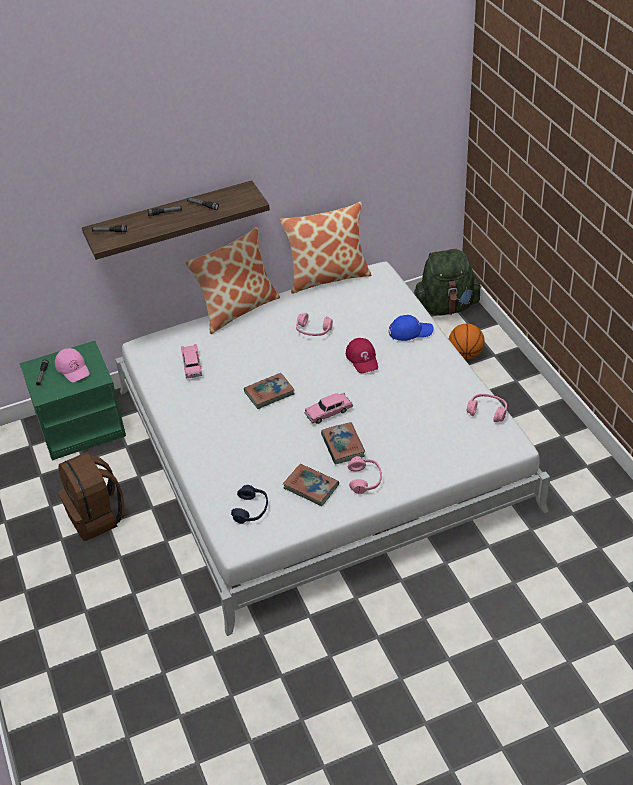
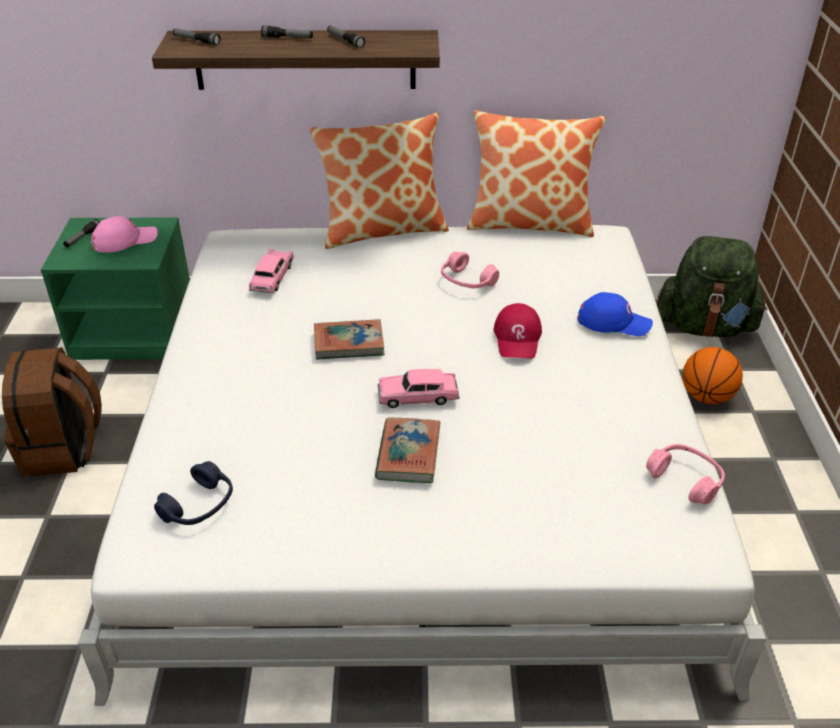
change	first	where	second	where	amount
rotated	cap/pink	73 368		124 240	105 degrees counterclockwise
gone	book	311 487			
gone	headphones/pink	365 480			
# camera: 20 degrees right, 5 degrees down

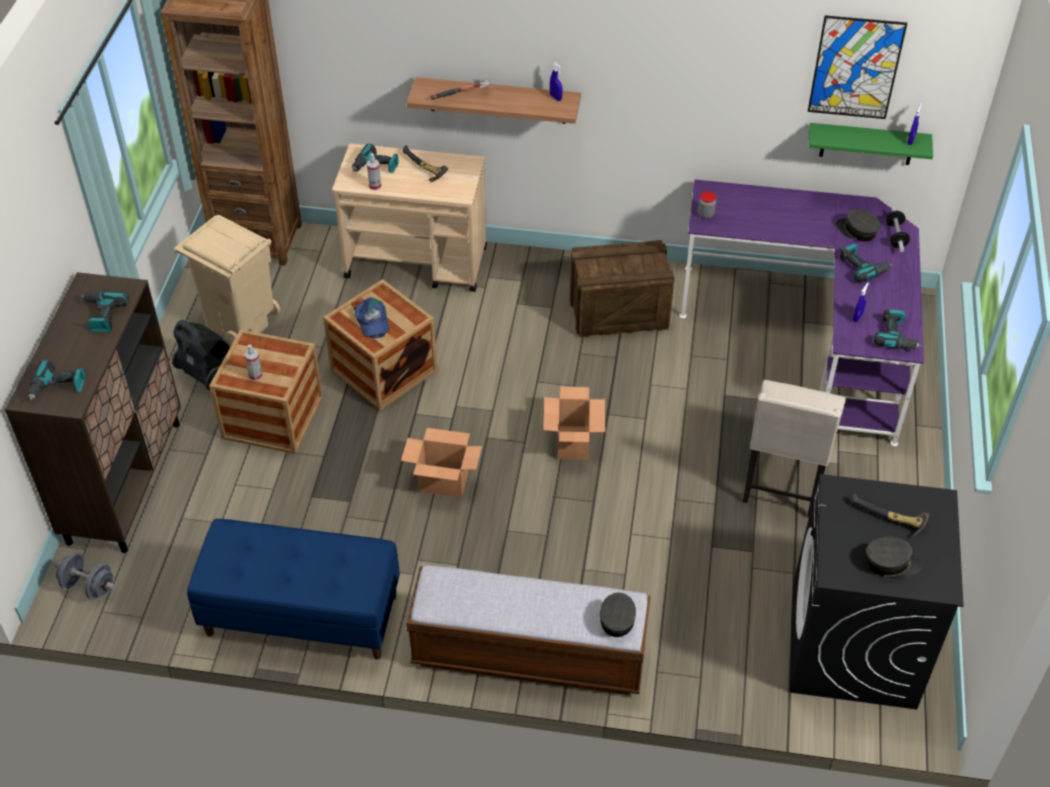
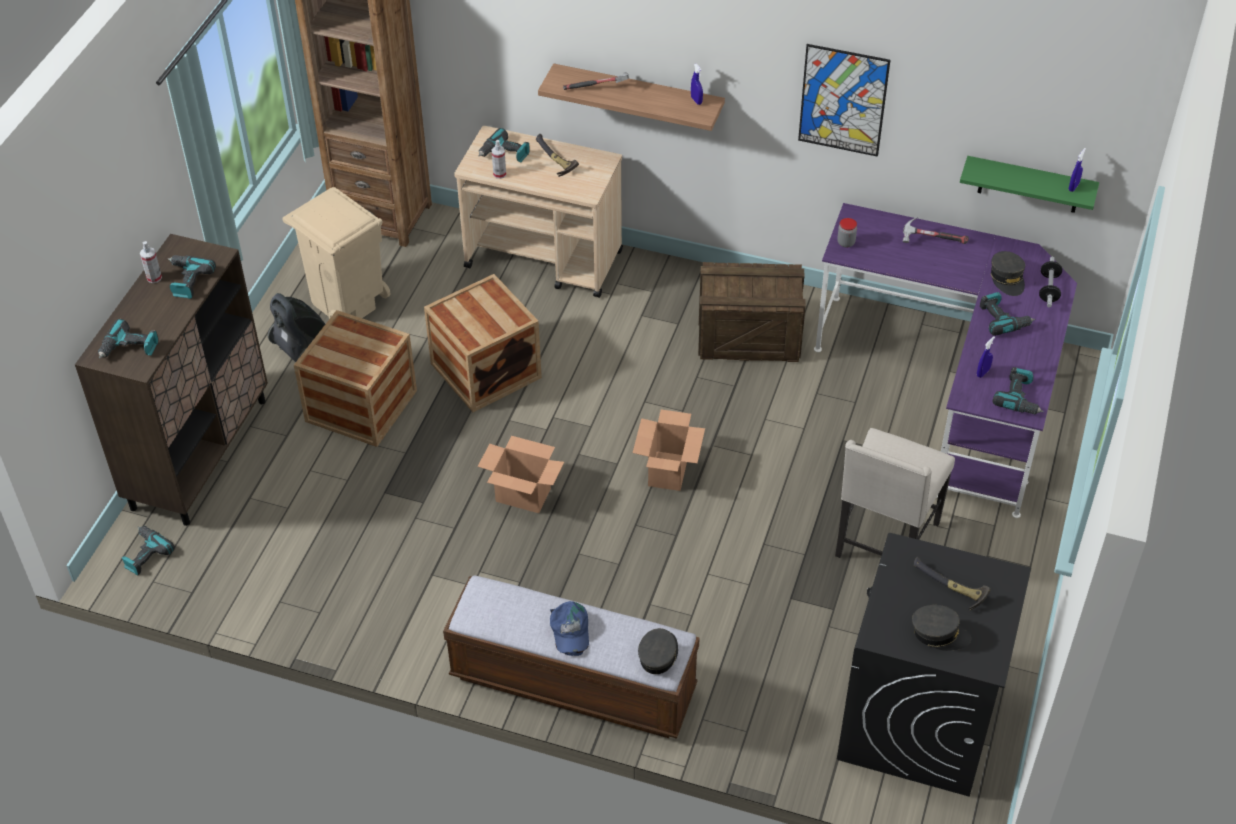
change	first	where	second	where	amount
swapped	dumbbell/grey	88 586	power drill	144 554	
shifted	spray bottle	255 375		154 278	
shifted	cap/blue	372 321		569 631	
shifted	picture	855 67		843 100	
new			hammer	932 240	
rotated	cap/grey	857 231		1007 278	150 degrees counterclockwise
gone	bench/blue	301 615			
# camera: 10 degrees right, 0 degrees up

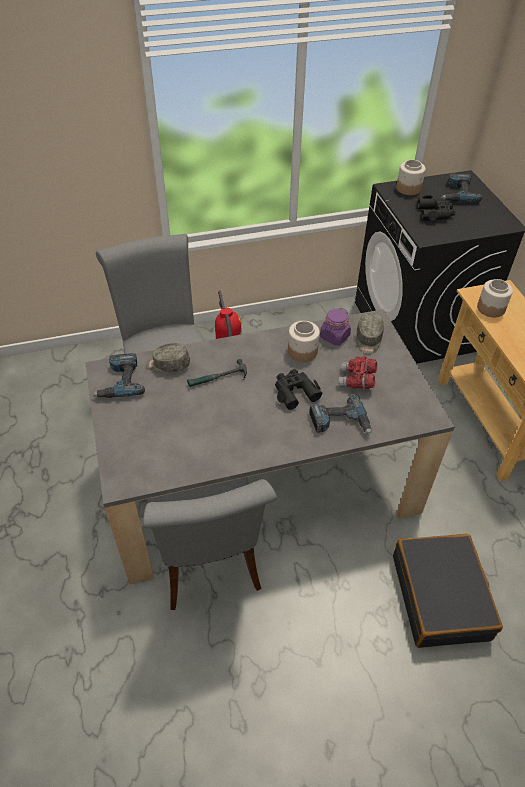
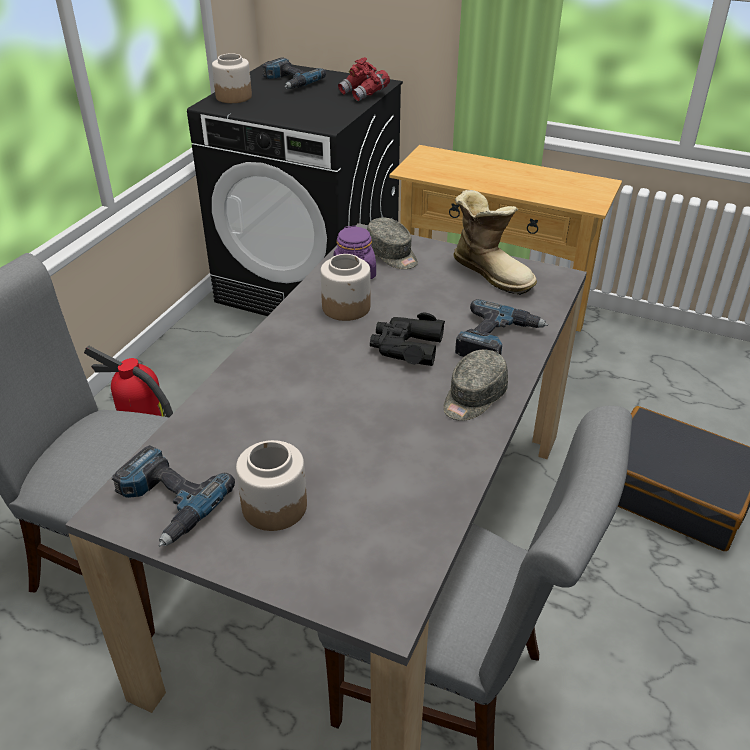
change	first	where	second	where	amount
shifted	jar	491 308		274 506	
shifted	binoculars/red	357 381		364 94	
shifted	cap/grey	168 365		473 398	
new			boot	492 272	
gone	hammer	218 378			
gone	binoculars/black	435 213			
# camera: 50 degrees left, 10 degrees down

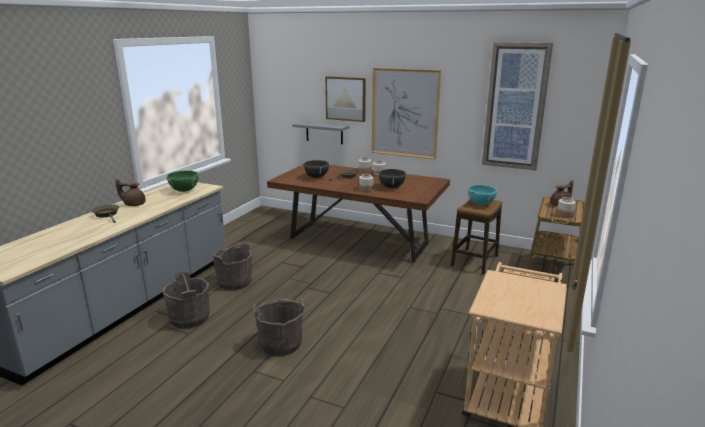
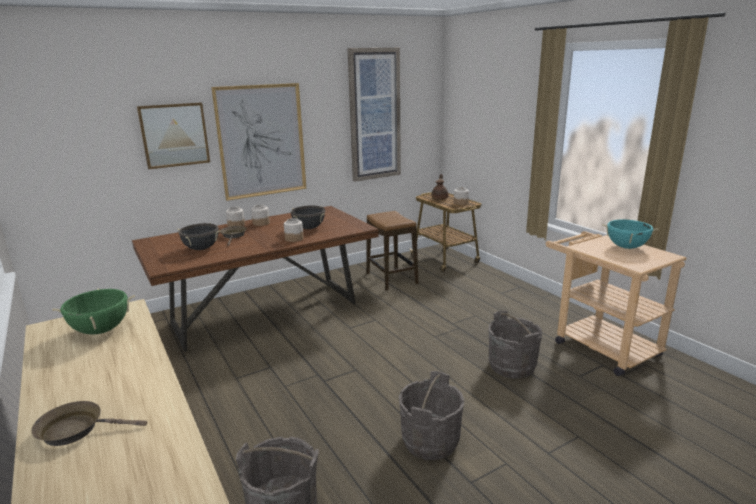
change	first	where	second	where	amount
shifted	bucket/grey	234 282		511 366	
shifted	cooking pot/turquoise	481 204		626 247	
gone	teapot/brown	134 204			
gone	shelf/grey	324 132			
# camera: 55 degrees left, 0 degrees up

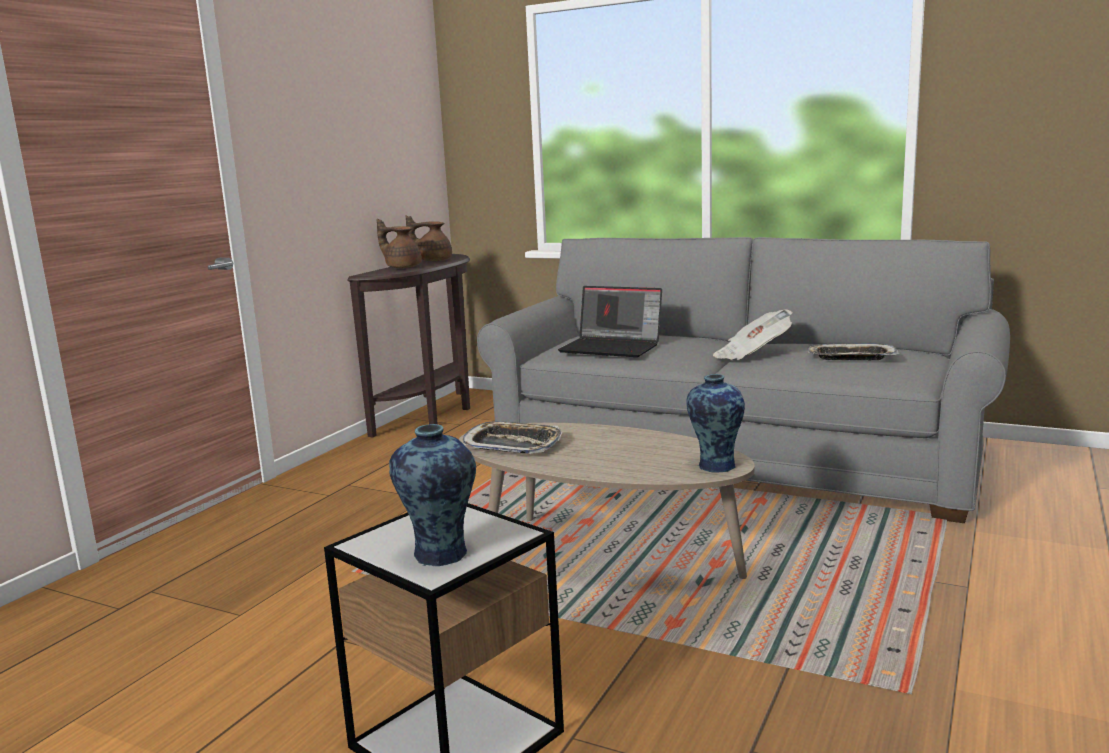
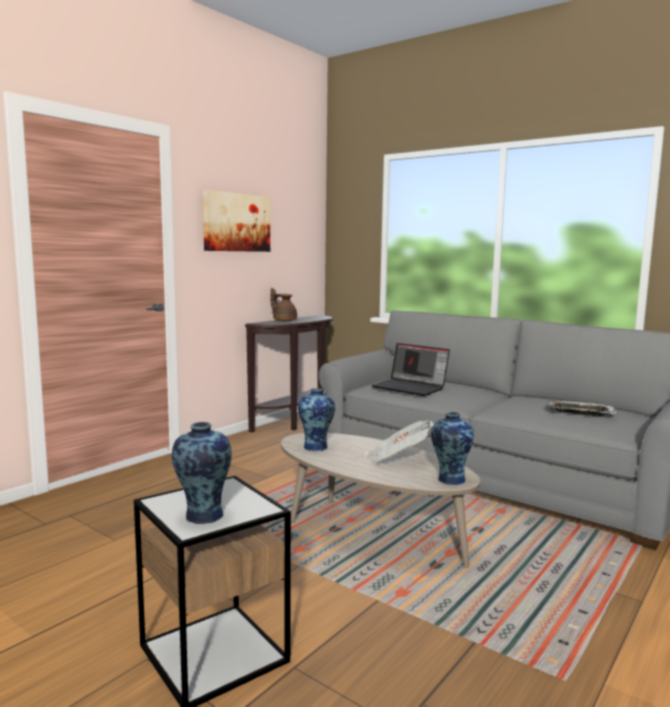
change	first	where	second	where	amount
new			picture	236 222	
swapped	tray	512 445	vase	316 447	
shifted	newspaper	752 355		396 458	
gone	teapot/brown	433 260			
# camera: 10 degrees right, 5 degrees down

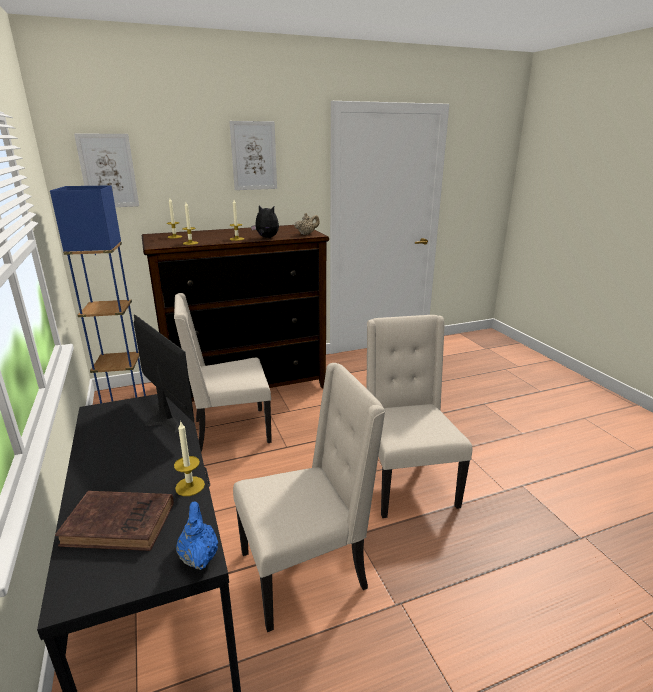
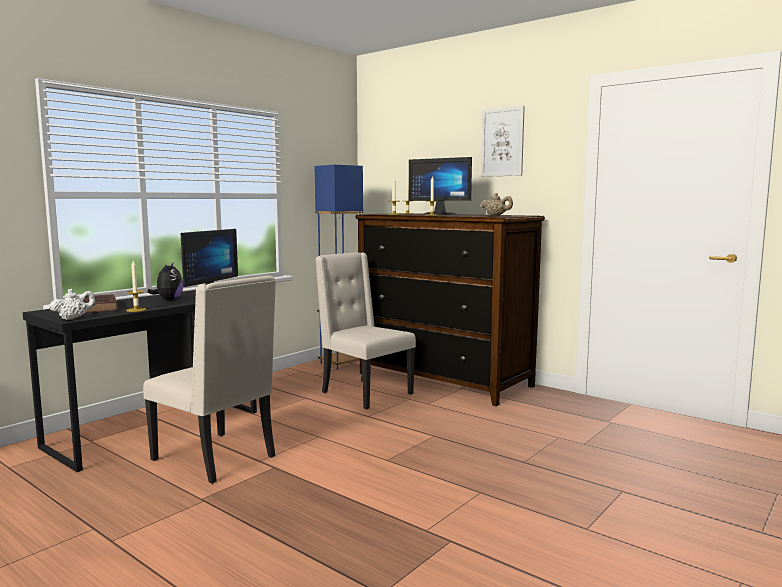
change	first	where	second	where	amount
repainted	teapot/blue	199 556	teapot/white	73 318	
shifted	plush toy	266 238		168 300	
new			monitor	442 214	
gone	picture	108 171			
gone	chair/beige	406 483			
# camera: 60 degrees right, 15 degrees down

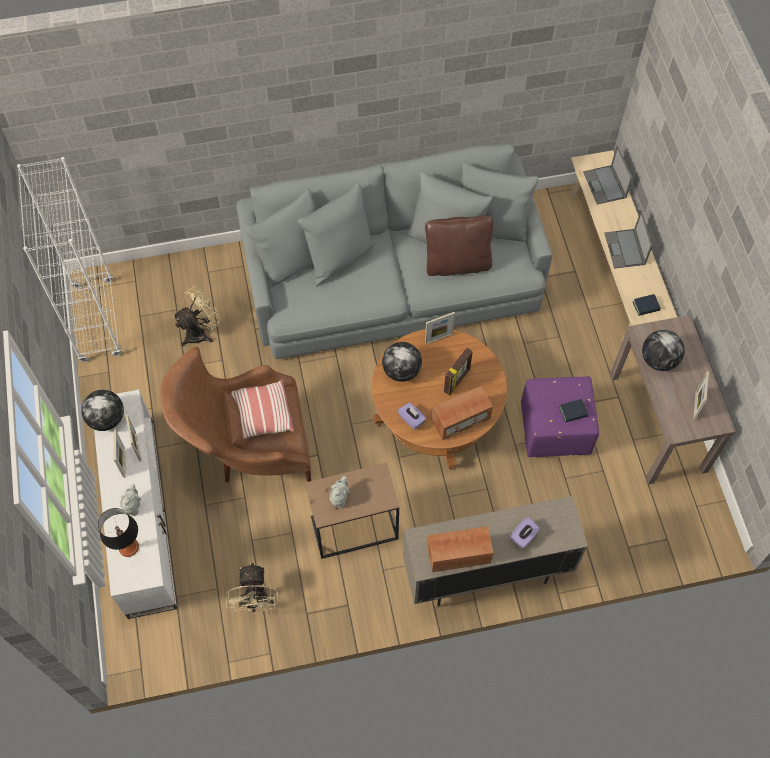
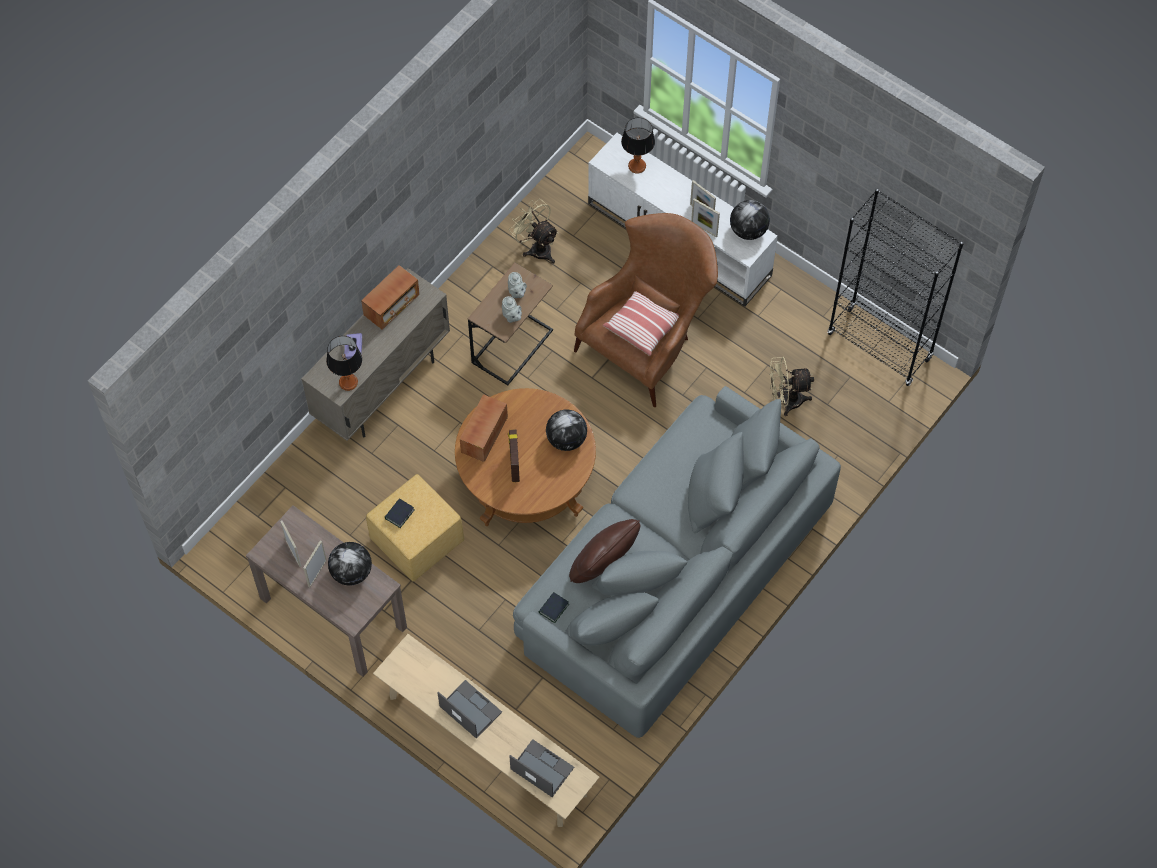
change	first	where	second	where	amount
shifted	picture frame	438 338		317 573	
new			table lamp	348 382	
repainted	ottoman/purple	554 430	ottoman/yellow	416 539	
shifted	teapot/grey	133 506		511 317	
shifted	book	646 306		553 608	
rotated	fan/beige	200 332		786 401	75 degrees clockwise
repainted	bookcase/white	97 320	bookcase/black	879 346	
gone	tissue box/purple	412 419			
# camera: 140 degrees right, 0 degrees up

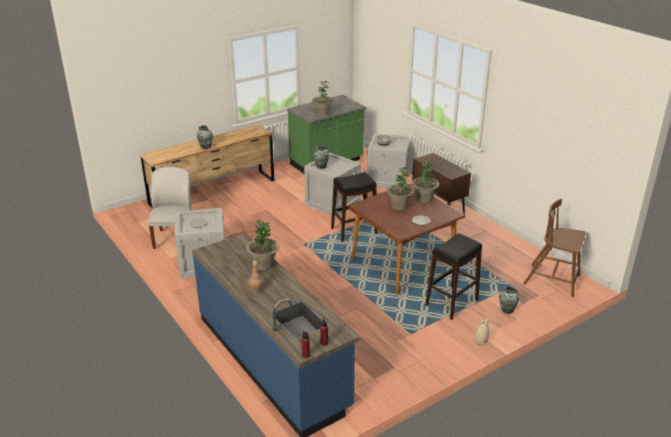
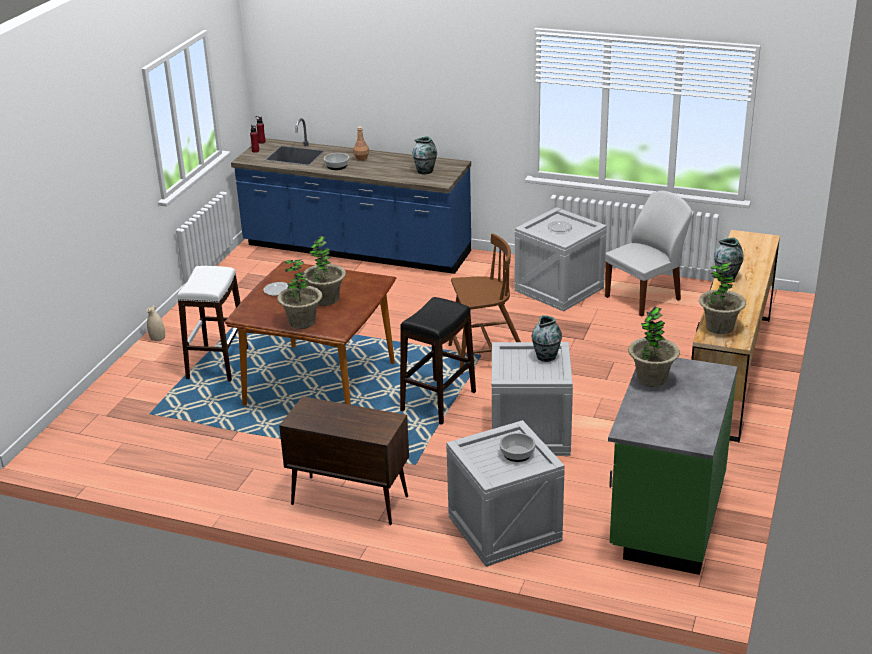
change	first	where	second	where	amount
repainted	stool/black	451 302	stool/white	217 363	
new			bowl	336 166	
shifted	vase	507 310		425 171	
shifted	chair/brown	553 280		487 355	
rotated	chair/white	174 238		644 298	90 degrees counterclockwise
shifted	potted plant	263 264		719 327	
# camera: 145 degrees right, 0 degrees up

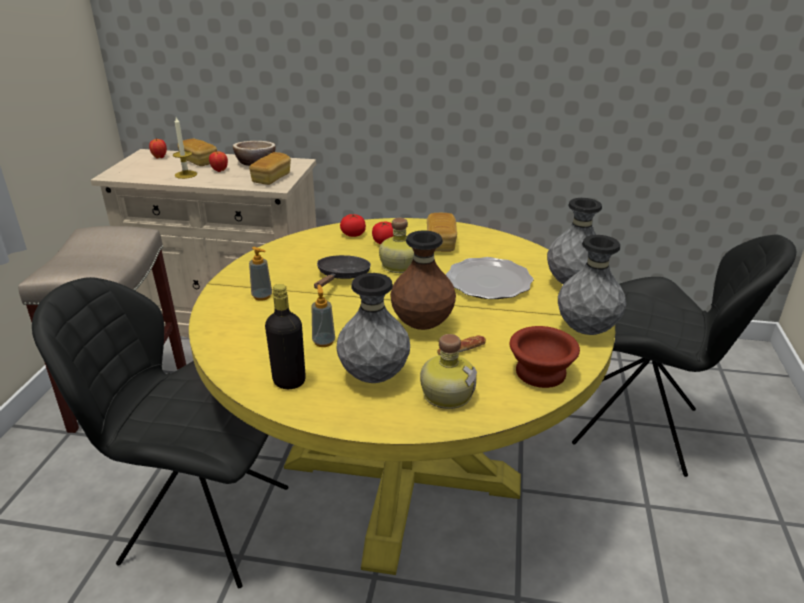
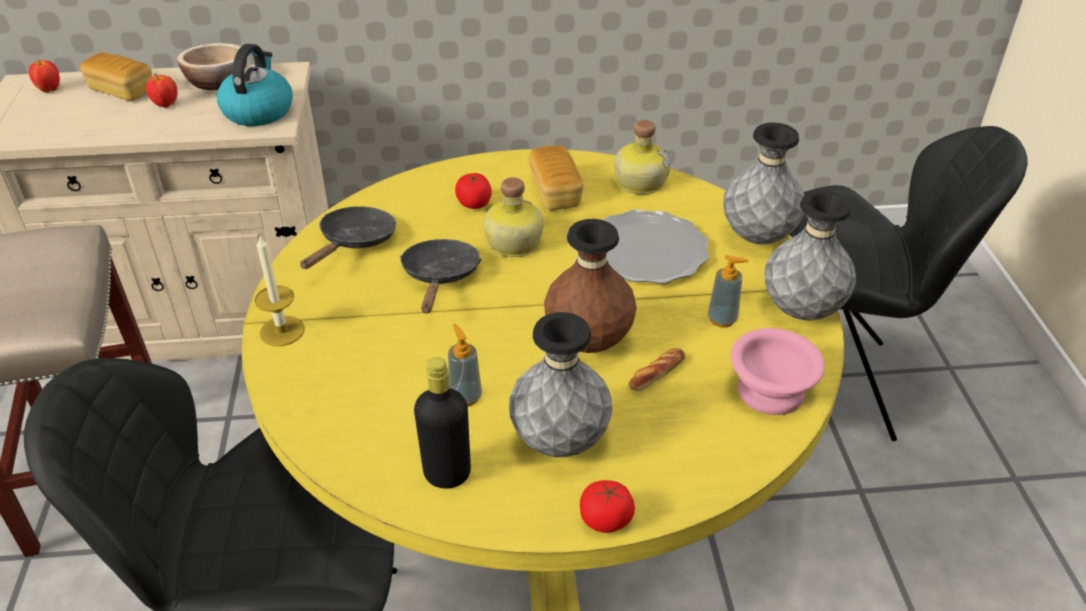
change	first	where	second	where	amount
swapped	bread	271 178	kettle	258 111	
shifted	candle	186 174		282 331	
new			frying pan/black	354 242	
shifted	tomato	353 234		606 519	
shifted	bottle	446 393		639 181	
shifted	soap dispenser	262 296		722 319	
repainted	bowl/brown	539 371	bowl/pink	768 389	
# camera: 15 degrees left, 10 degrees up

